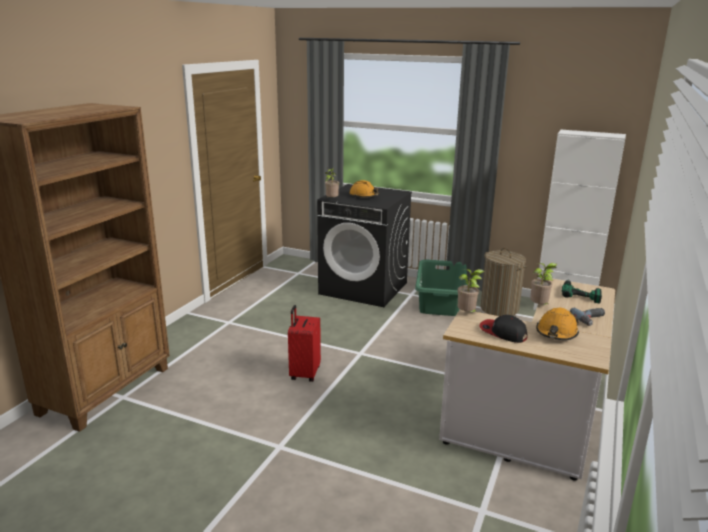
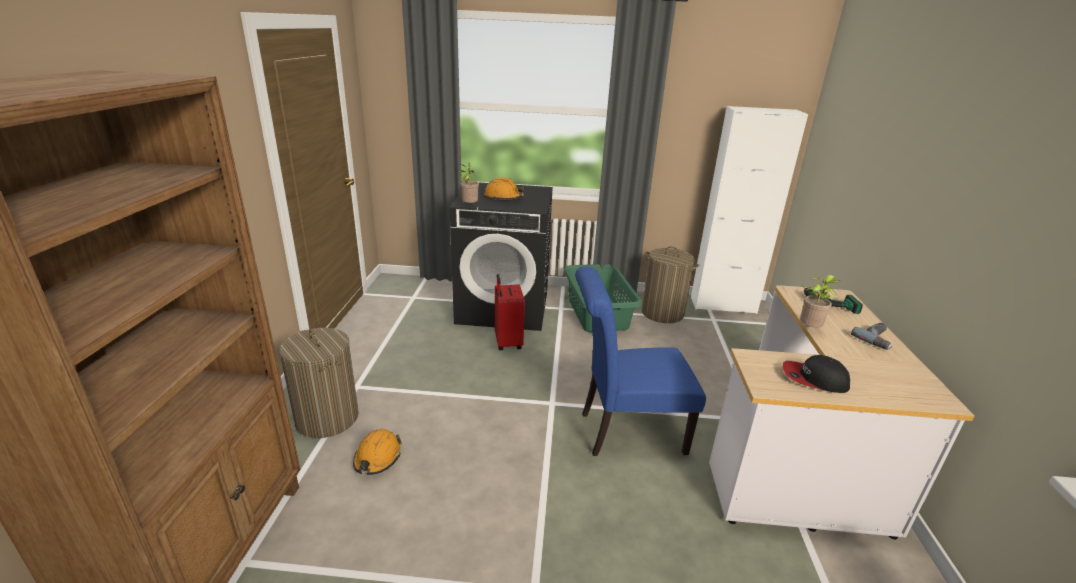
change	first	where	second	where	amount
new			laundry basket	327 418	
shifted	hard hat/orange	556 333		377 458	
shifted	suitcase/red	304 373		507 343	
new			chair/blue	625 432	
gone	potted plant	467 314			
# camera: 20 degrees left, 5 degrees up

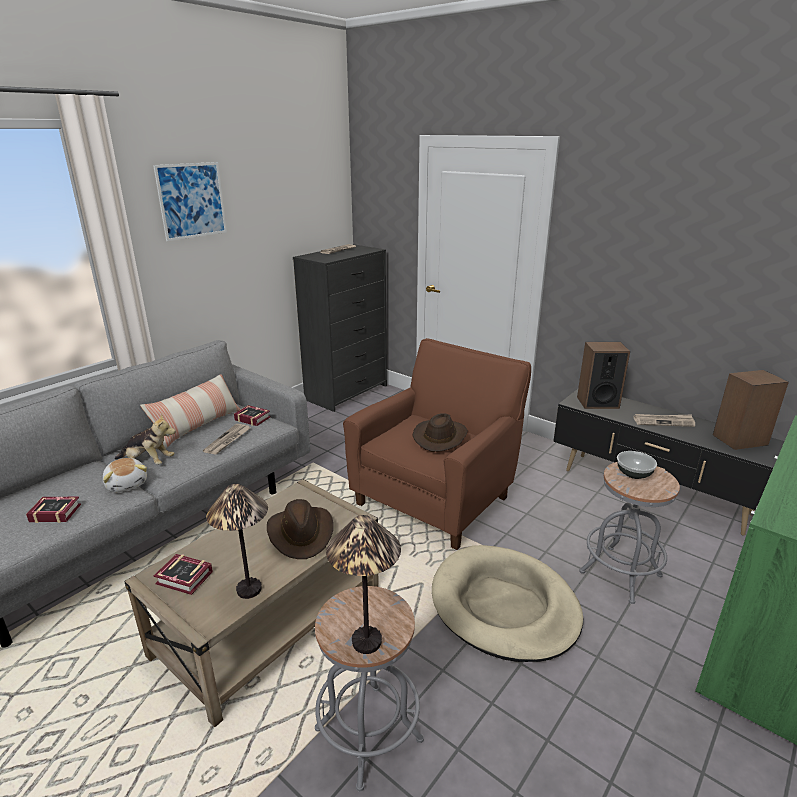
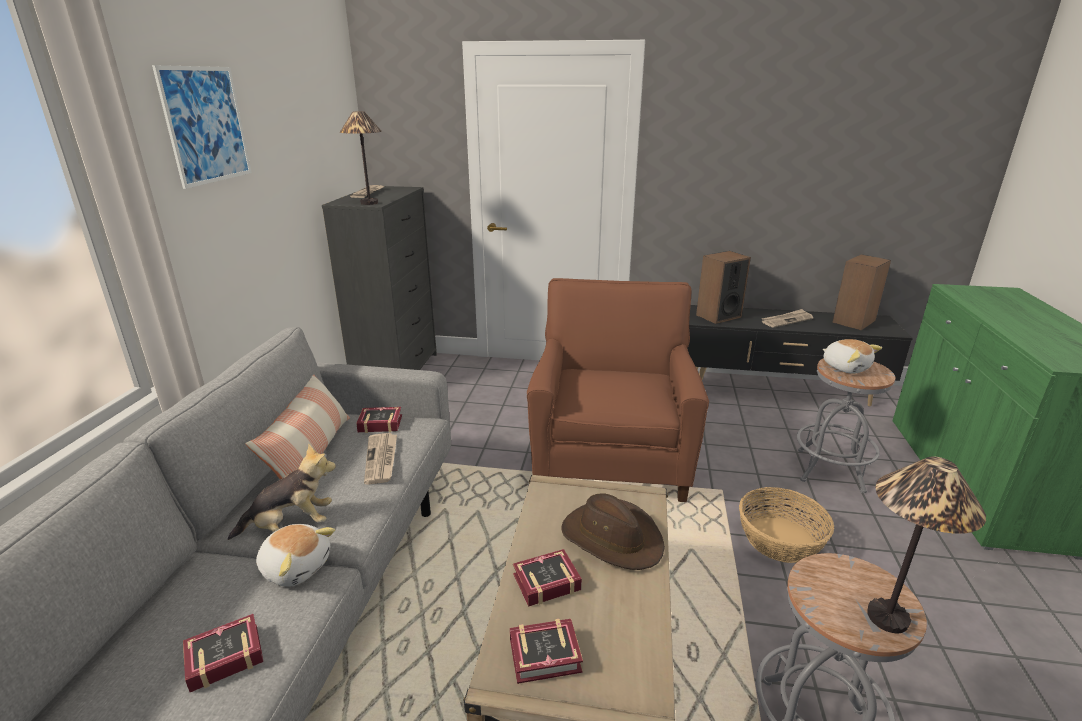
change	first	where	second	where	amount
shifted	table lamp	248 590		369 203	
new			book	543 582	
swapped	dog bed/beige	504 606	basket	780 539	
swapped	bowl	634 474	plush toy	845 367	
gone	hat/brown	440 437			
# camera: 30 degrees left, 0 degrees up

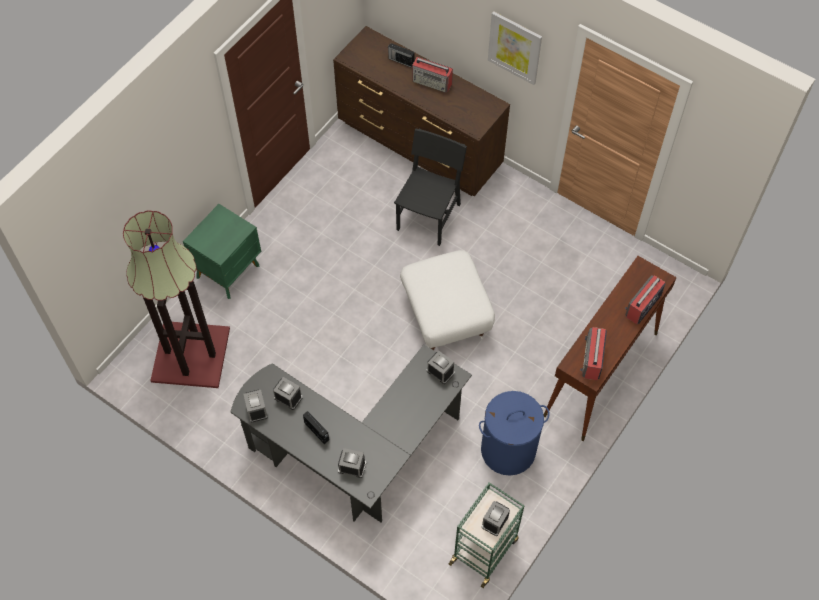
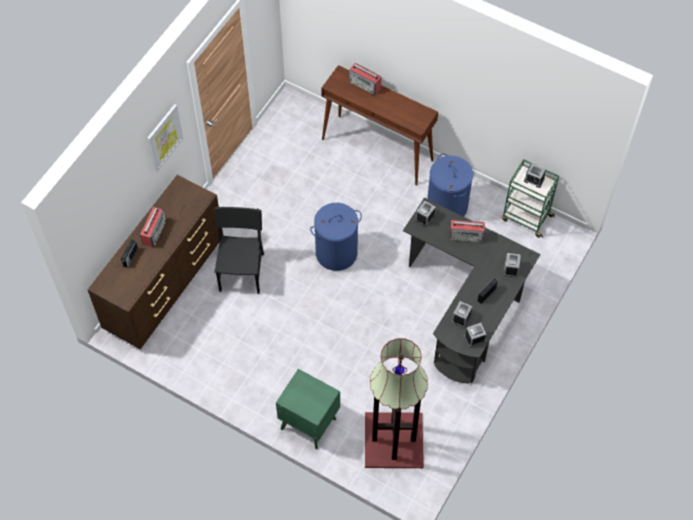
change	first	where	second	where	amount
rotated	chair/black	428 217		242 272	75 degrees clockwise
swapped	ottoman/white	447 315	laundry basket/blue	336 252	
shifted	radio	592 360		466 236	
# camera: 95 degrees left, 0 degrees up

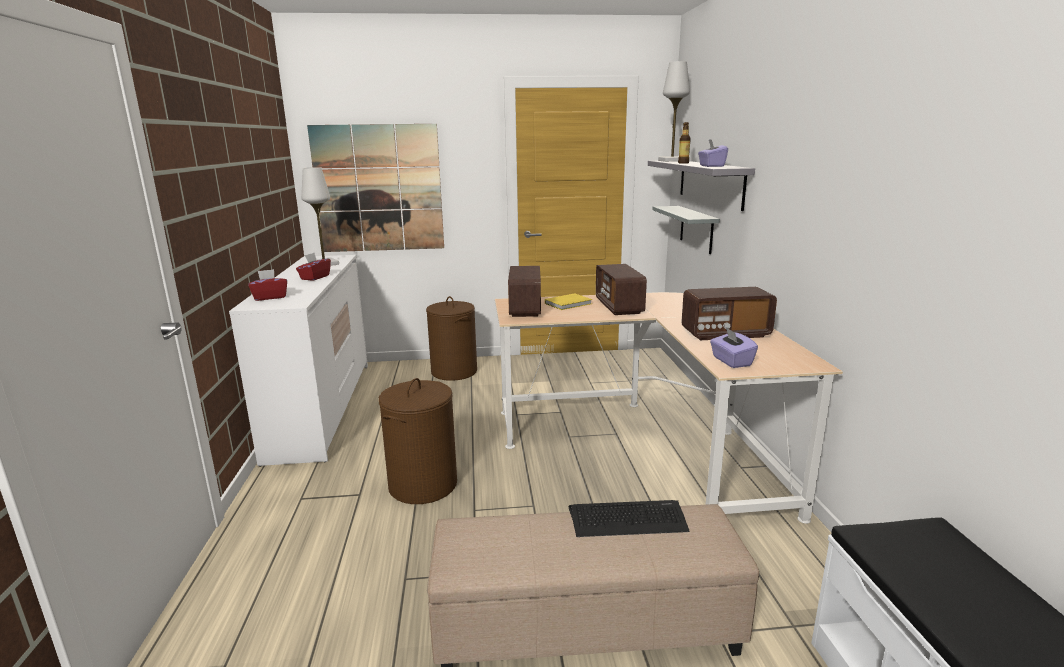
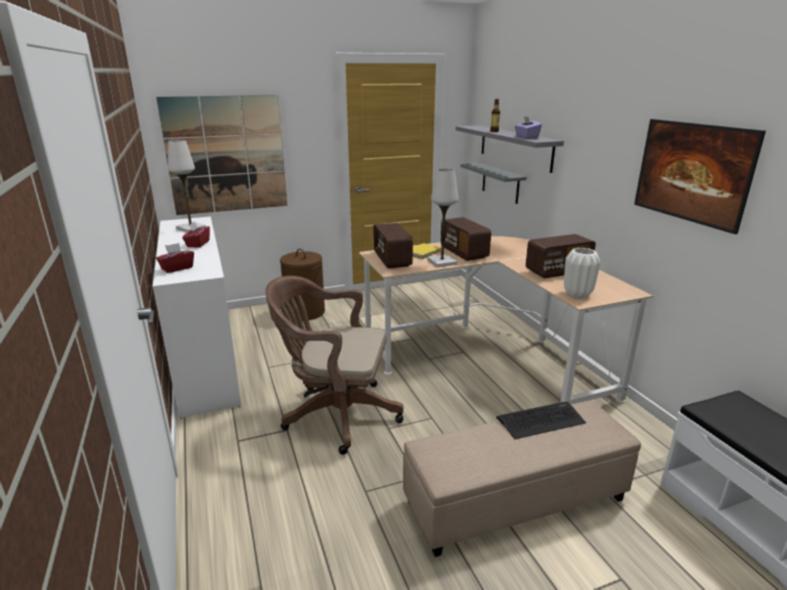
change	first	where	second	where	amount
swapped	laundry basket/brown	423 484	office chair/brown	335 414	
shifted	table lamp/white	671 161		441 262	
swapped	tissue box/purple	731 361	vase/white	577 294	
new			picture	687 195	
# camera: 15 degrees left, 5 degrees up

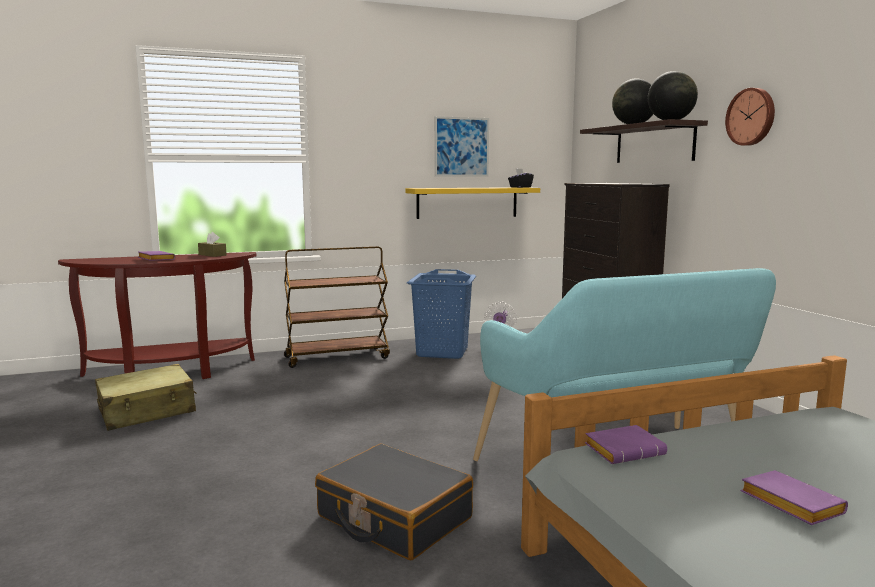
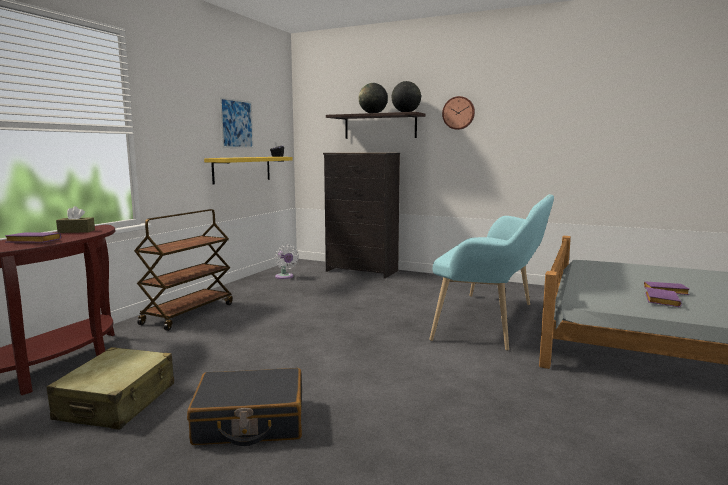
change	first	where	second	where	amount
shifted	suitcase/black	393 518		250 421	
shifted	book/purple	625 450		660 300	
gone	laundry basket/blue	443 352			
# camera: 45 degrees left, 0 degrees up

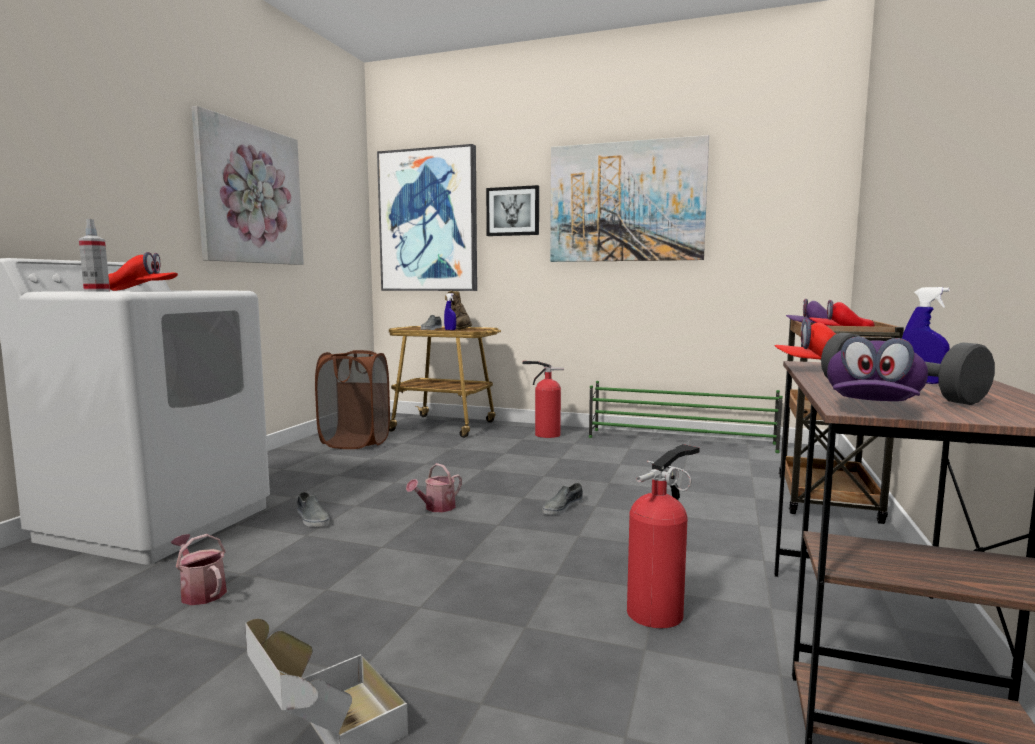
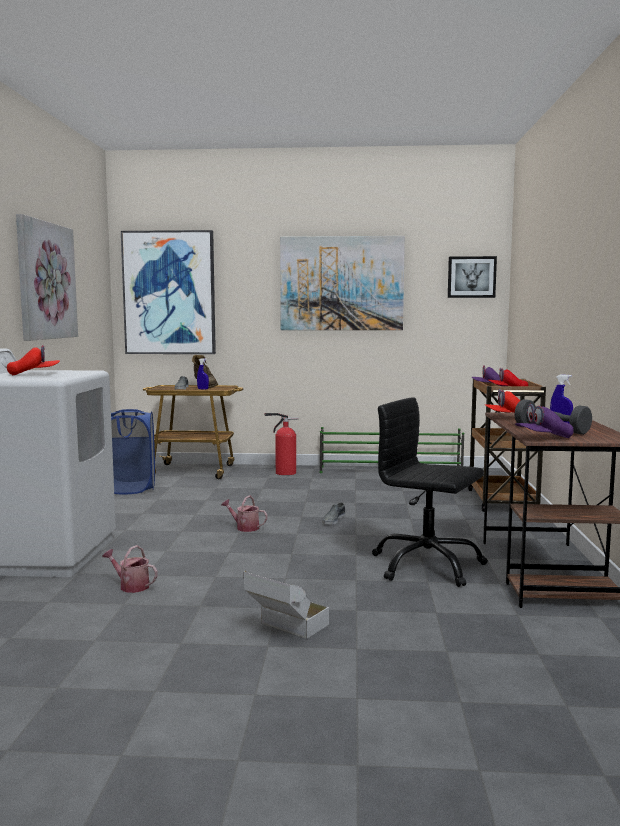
change	first	where	second	where	amount
repainted	laundry basket/brown	355 442	laundry basket/blue	129 488	
rotated	watering can	436 508		244 527	90 degrees clockwise
swapped	fire extinguisher	658 611	office chair/black	426 565	
shifted	picture	513 211		471 277	
rotated	cap/purple	872 408		543 438	60 degrees clockwise
gone	spray bottle	97 291			
gone	shoe/grey	312 518			
# camera: 15 degrees left, 0 degrees up

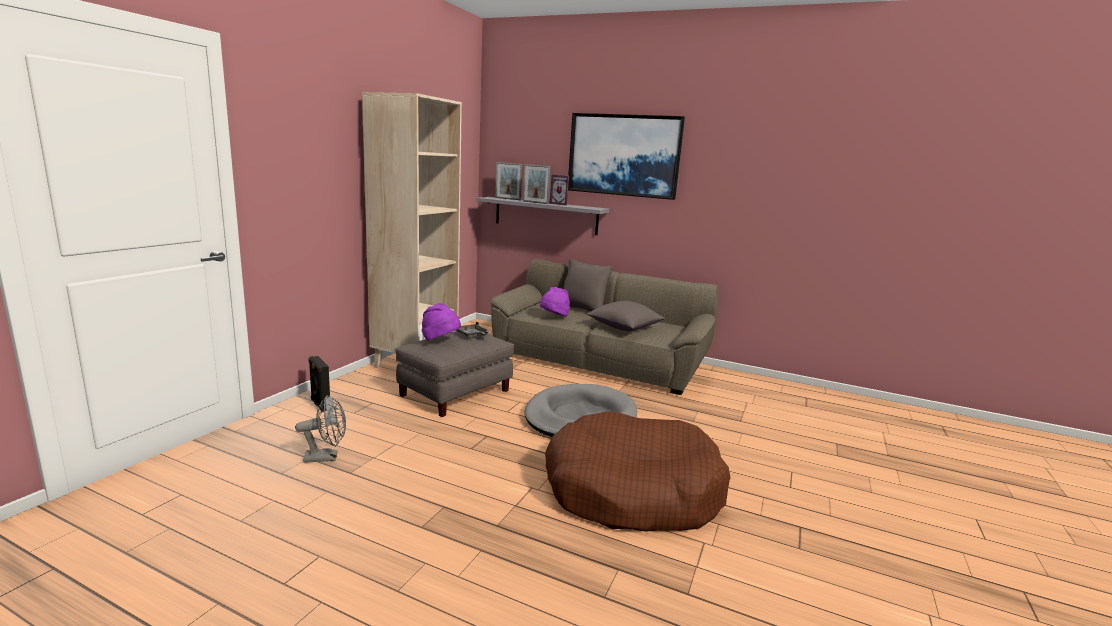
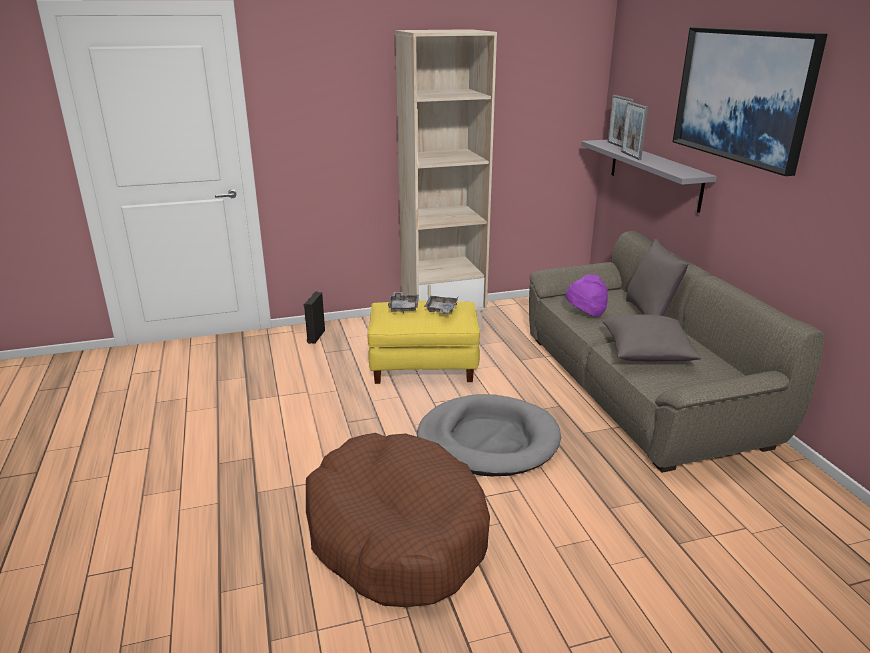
change	first	where	second	where	amount
repainted	ottoman/grey	455 393	ottoman/yellow	423 366	
swapped	hat/purple	440 340	tray/grey	403 307	
gone	fan/grey	326 457			
gone	picture frame	560 204			
# camera: 50 degrees right, 10 degrees up

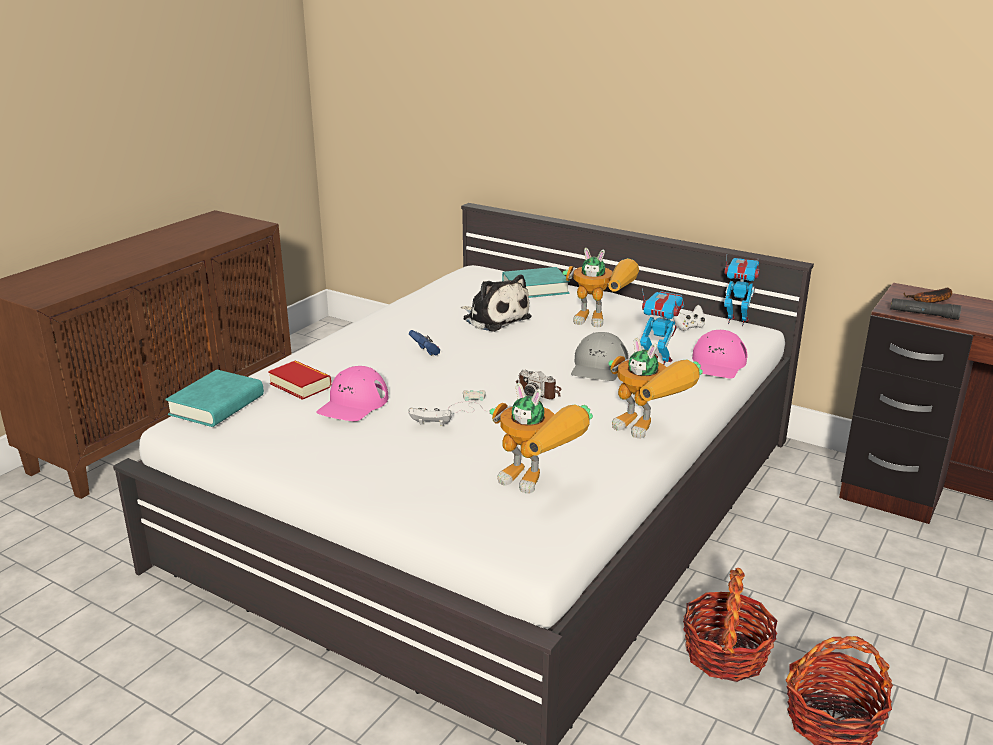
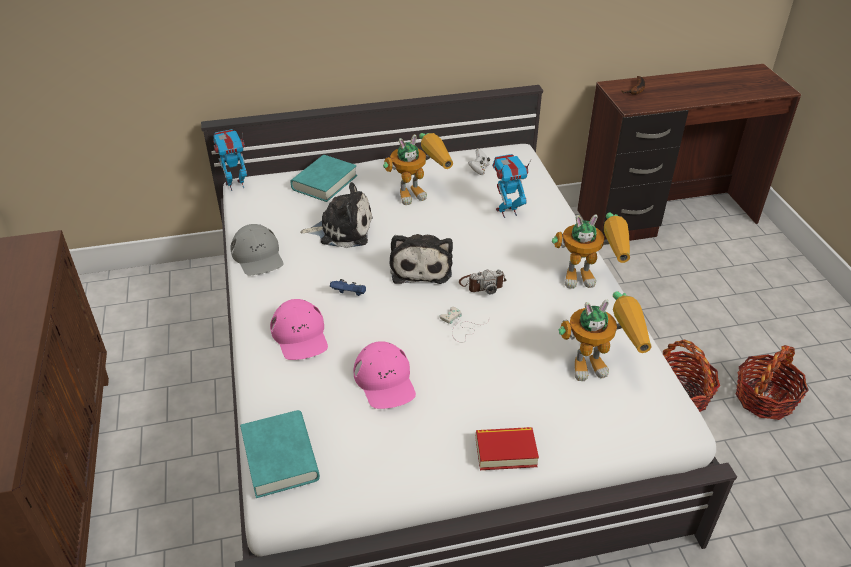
change	first	where	second	where	amount
shifted	toy robot	736 321		235 185	
shifted	cap/grey	598 367		258 256	
shifted	cap/pink	717 364		300 335	
new			plush toy	421 267	
shifted	book	300 385		505 452	
gone	game controller/white	431 426			
gone	flashlight/black	923 314			
# camera: 45 degrees left, 15 degrees up

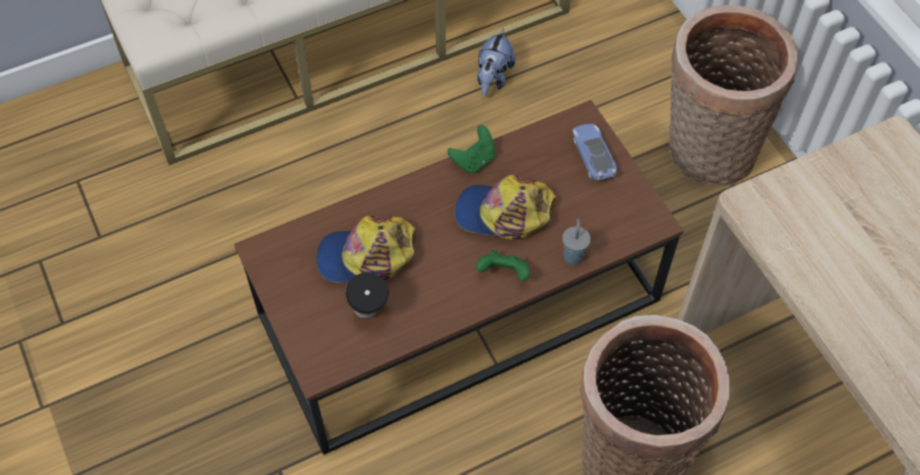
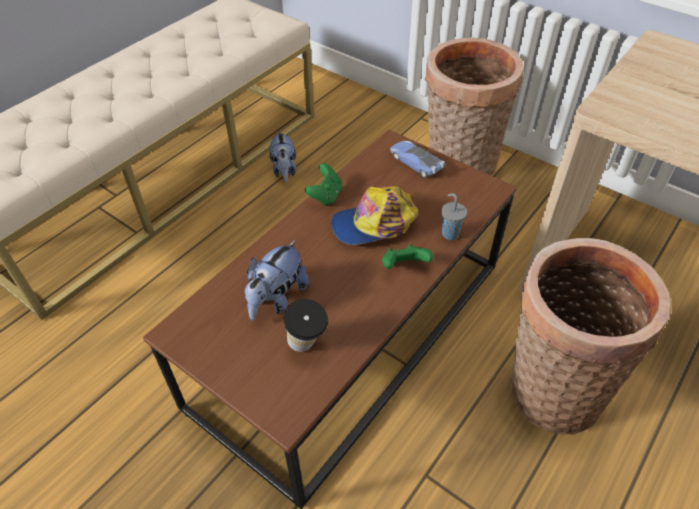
change	first	where	second	where	amount
swapped	cap	367 256	plush toy	277 299	
# camera: 25 degrees left, 10 degrees down

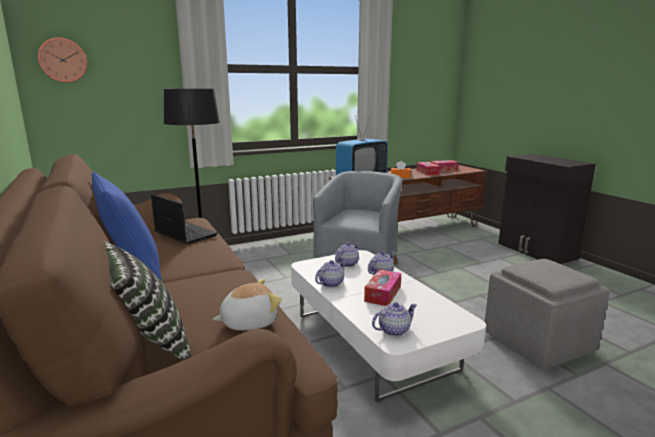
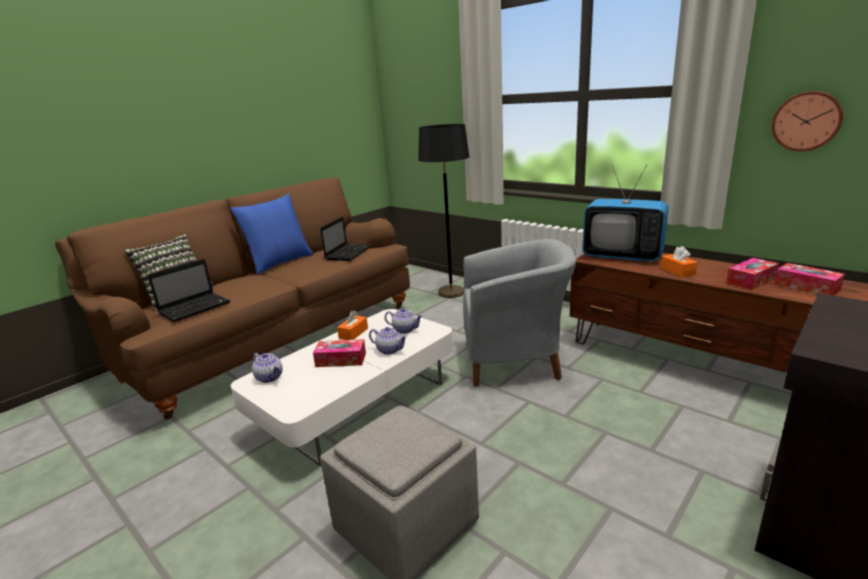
change	first	where	second	where	amount
swapped	plush toy	248 322	laptop	196 307	
swapped	teapot	331 283	tissue box/orange	353 333	
shifted	wall clock	63 60		806 121	
# camera: 70 degrees right, 5 degrees up

